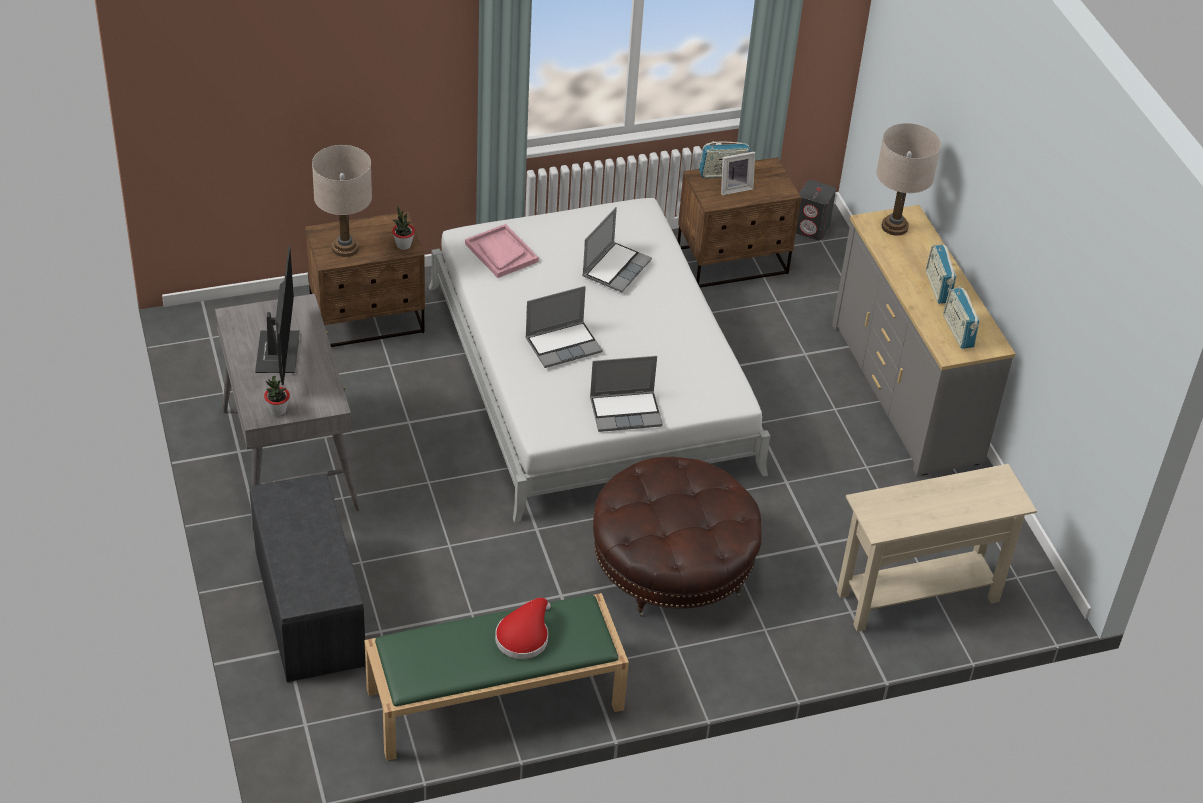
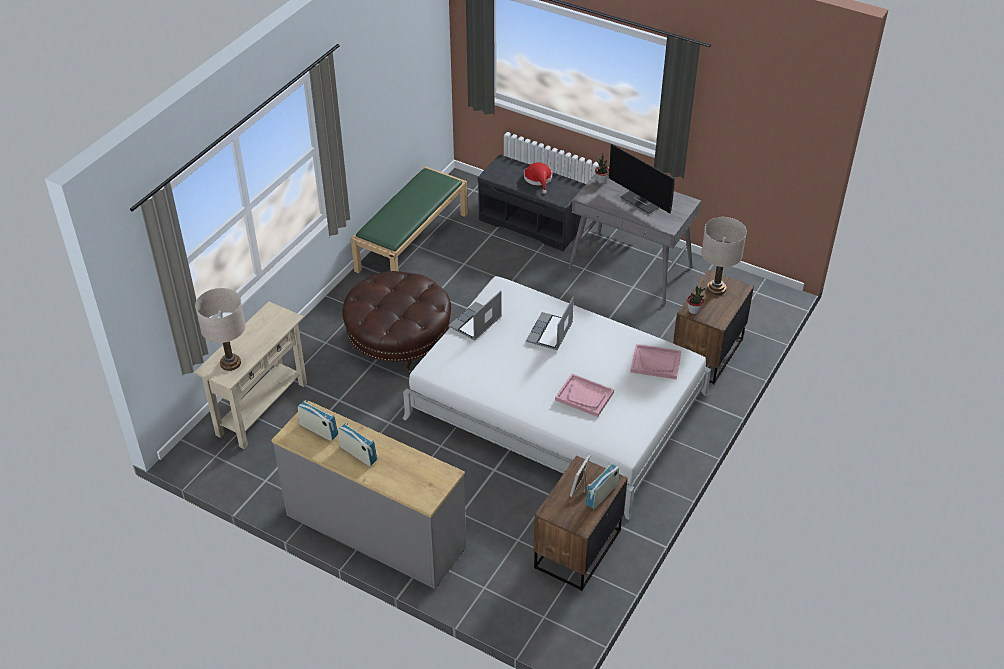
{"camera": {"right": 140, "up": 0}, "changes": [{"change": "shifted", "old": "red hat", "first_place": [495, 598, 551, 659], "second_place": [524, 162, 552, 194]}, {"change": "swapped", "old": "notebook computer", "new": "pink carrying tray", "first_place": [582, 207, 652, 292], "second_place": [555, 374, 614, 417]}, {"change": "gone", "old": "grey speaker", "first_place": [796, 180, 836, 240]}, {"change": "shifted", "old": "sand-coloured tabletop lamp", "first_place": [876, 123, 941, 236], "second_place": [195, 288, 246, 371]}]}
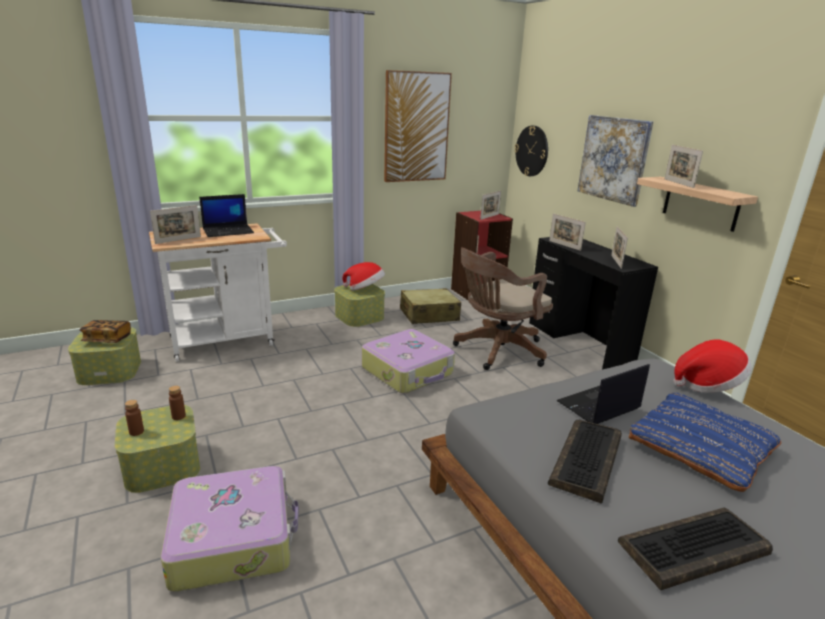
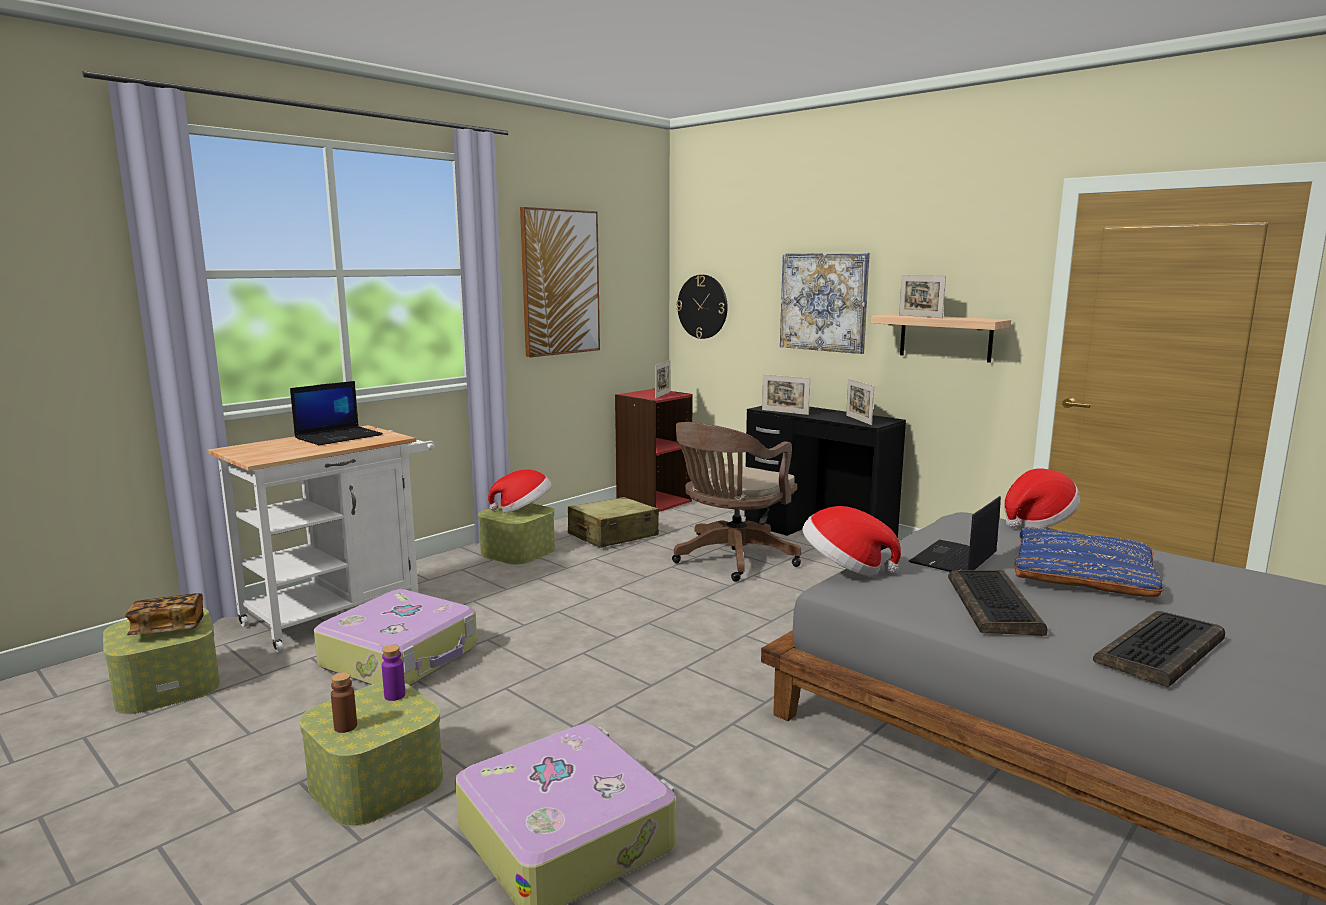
{"camera": {"right": -20, "up": -10}, "changes": [{"change": "gone", "old": "picture frame", "first_place": [150, 205, 201, 244]}, {"change": "repainted", "old": "brown-coloured bottle", "new": "purple-coloured bottle", "first_place": [169, 386, 186, 420], "second_place": [382, 645, 405, 701]}, {"change": "shifted", "old": "piece of luggage", "first_place": [362, 329, 455, 393], "second_place": [314, 589, 477, 686]}, {"change": "new", "new": "hat", "second_place": [802, 506, 901, 576]}]}
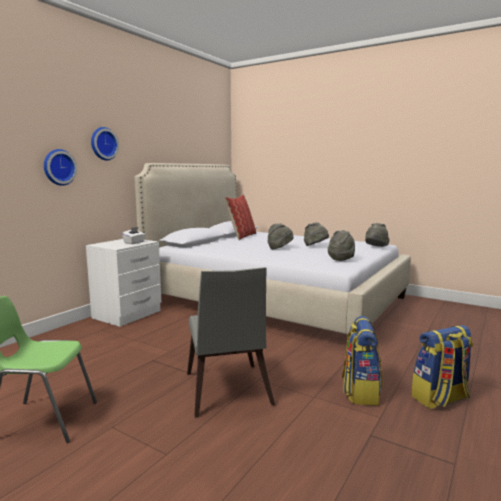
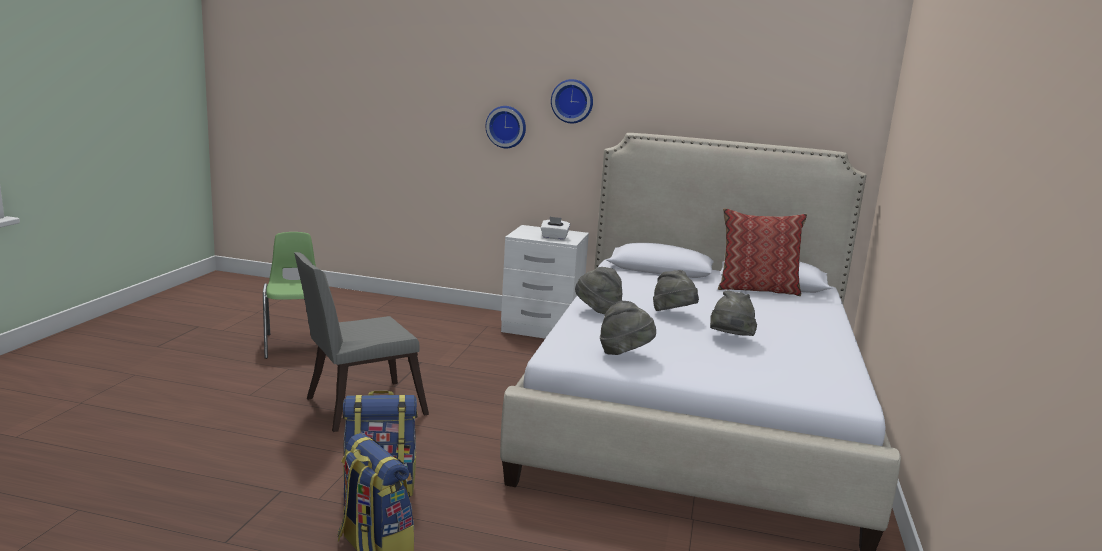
{"camera": {"right": 70, "up": 5}, "changes": [{"change": "shifted", "old": "grey hat", "first_place": [365, 223, 389, 247], "second_place": [575, 267, 622, 314]}]}
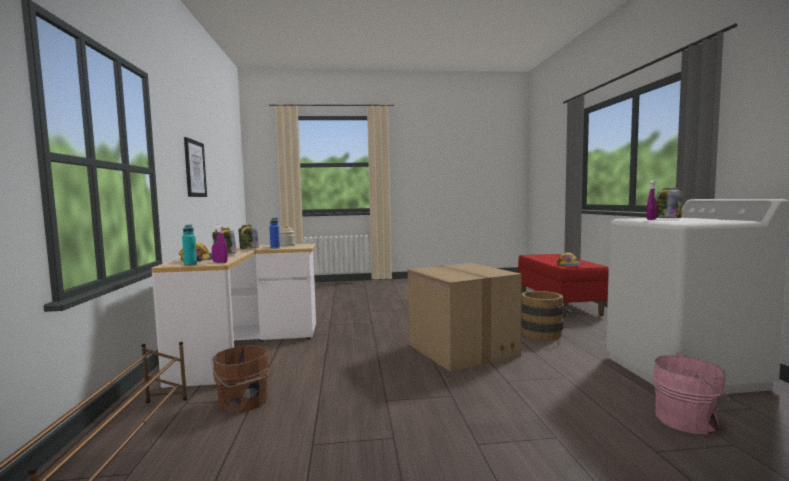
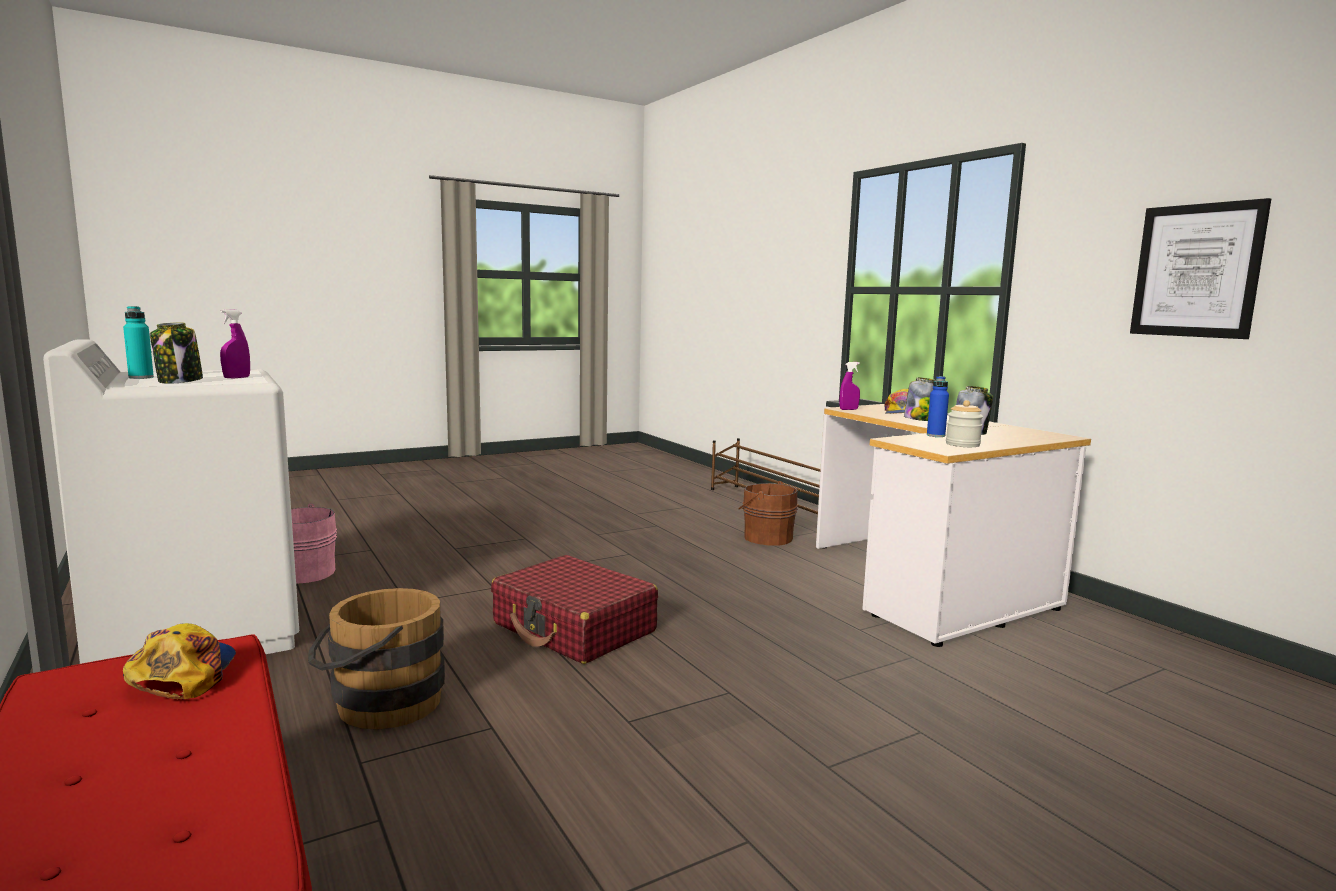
{"camera": {"right": 155, "up": 5}, "changes": [{"change": "shifted", "old": "turquoise-coloured bottle", "first_place": [182, 225, 197, 266], "second_place": [123, 306, 154, 379]}, {"change": "swapped", "old": "packing box", "new": "red piece of luggage", "first_place": [408, 263, 522, 372], "second_place": [491, 555, 658, 664]}]}
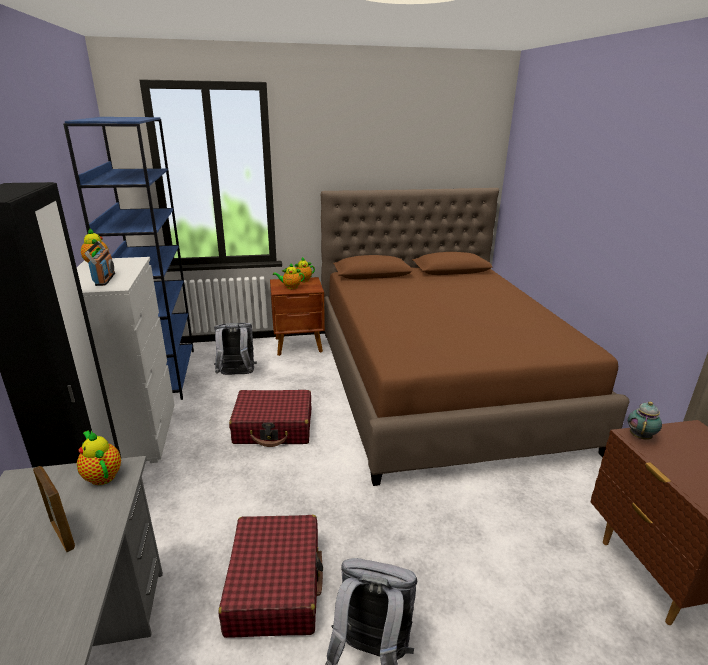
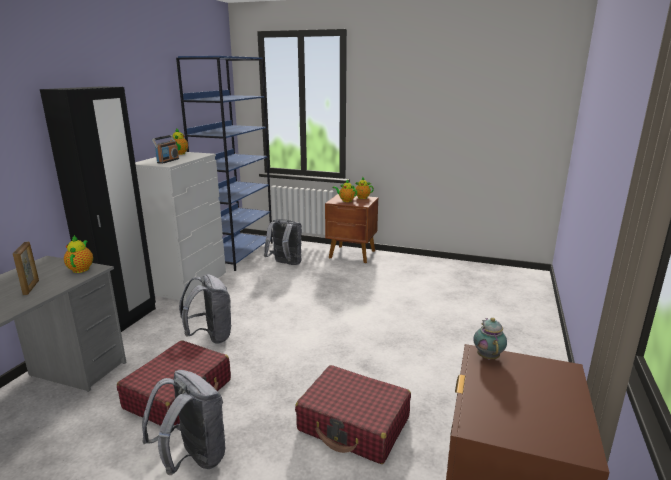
{"camera": {"right": 30, "up": -5}, "changes": [{"change": "shifted", "old": "red piece of luggage", "first_place": [229, 390, 311, 447], "second_place": [295, 365, 411, 464]}, {"change": "gone", "old": "brown-coloured bedroom bed", "first_place": [321, 188, 630, 486]}, {"change": "rotated", "old": "teapot", "first_place": [628, 402, 662, 440], "second_place": [473, 318, 507, 360], "degrees": -60}, {"change": "new", "new": "grey knapsack", "second_place": [179, 274, 231, 344]}]}
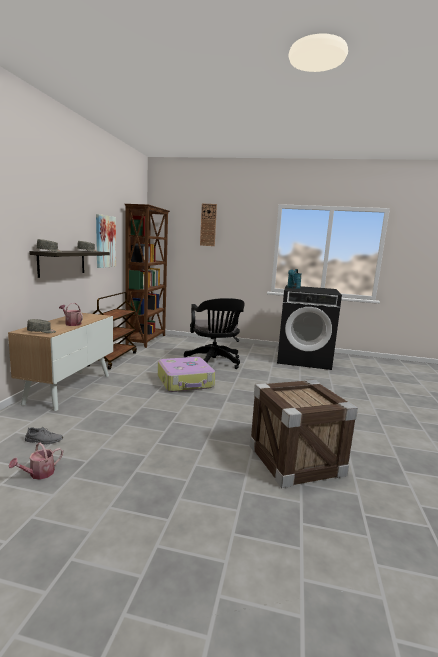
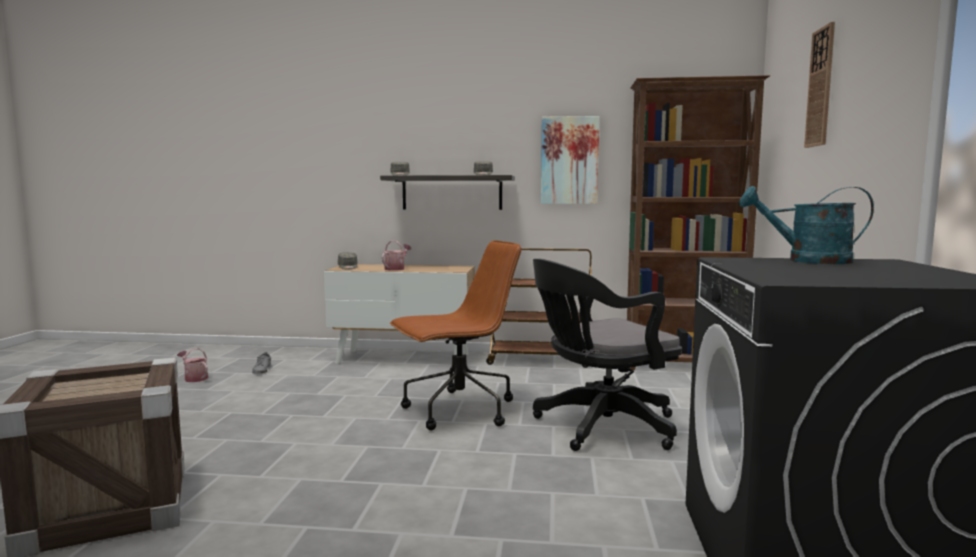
{"camera": {"right": 85, "up": -5}, "changes": [{"change": "swapped", "old": "piece of luggage", "new": "brown-coloured desk chair", "first_place": [158, 357, 215, 392], "second_place": [390, 240, 521, 430]}]}
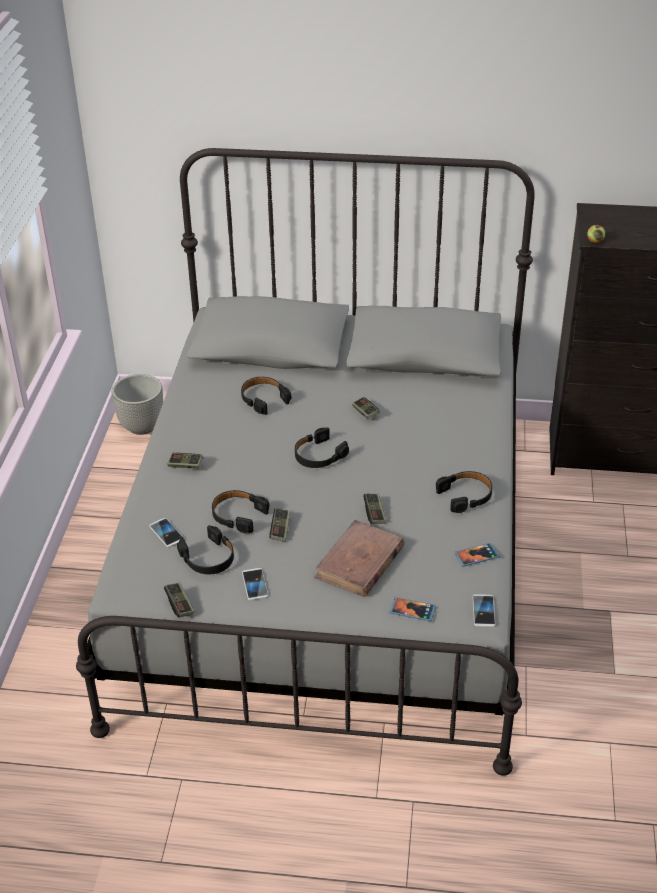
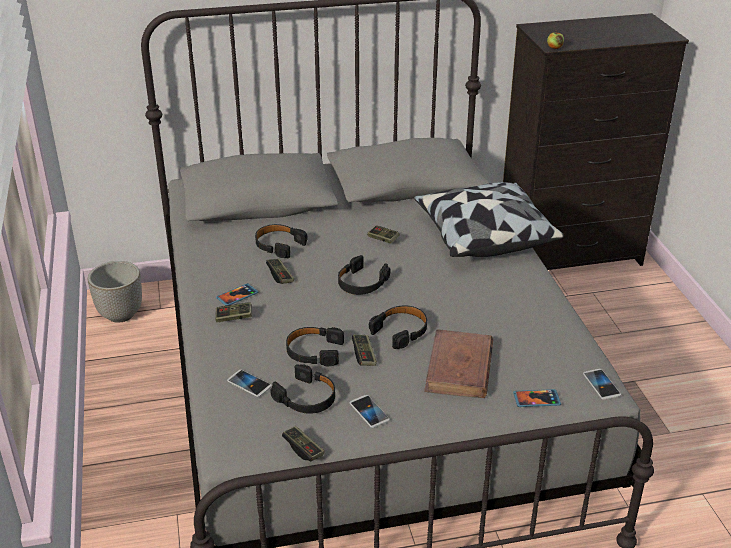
{"camera": {"right": -20, "up": -5}, "changes": [{"change": "shifted", "old": "gamepad", "first_place": [363, 493, 386, 524], "second_place": [266, 258, 294, 284]}, {"change": "shifted", "old": "black-coloured headphones", "first_place": [436, 471, 492, 513], "second_place": [369, 306, 427, 349]}, {"change": "shifted", "old": "telephone", "first_place": [454, 543, 500, 567], "second_place": [216, 283, 258, 306]}, {"change": "new", "new": "throw pillow", "second_place": [414, 182, 564, 257]}]}
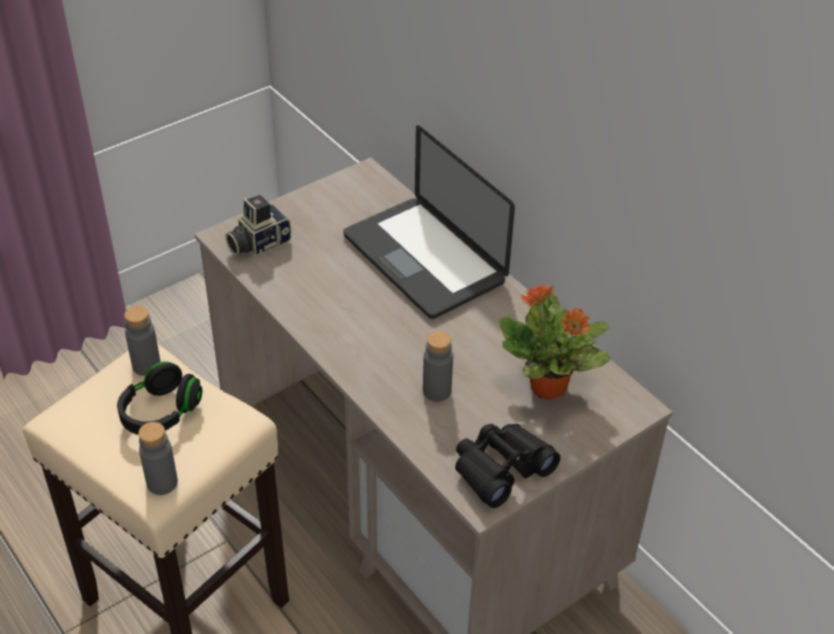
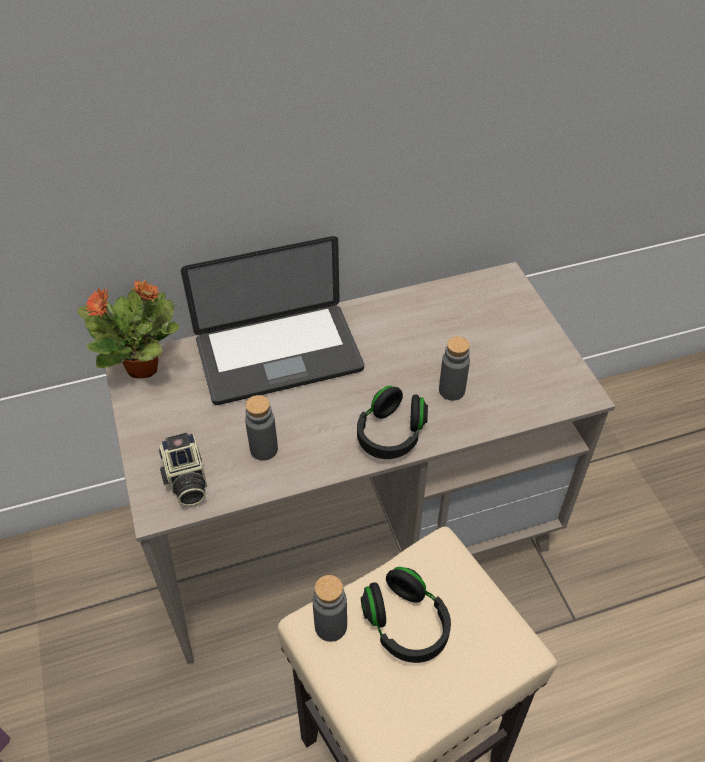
{"camera": {"right": -70, "up": 5}, "changes": [{"change": "shifted", "old": "grey bottle", "first_place": [139, 422, 178, 495], "second_place": [245, 395, 278, 461]}, {"change": "gone", "old": "black-coloured field glasses", "first_place": [455, 424, 560, 508]}, {"change": "shifted", "old": "houseplant", "first_place": [498, 285, 610, 400], "second_place": [77, 280, 180, 378]}, {"change": "new", "new": "black-coloured headphones", "second_place": [357, 386, 428, 459]}]}
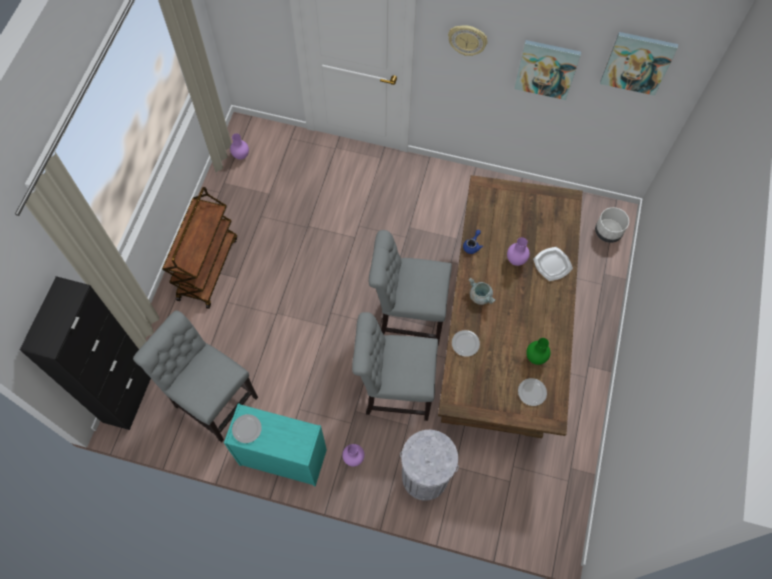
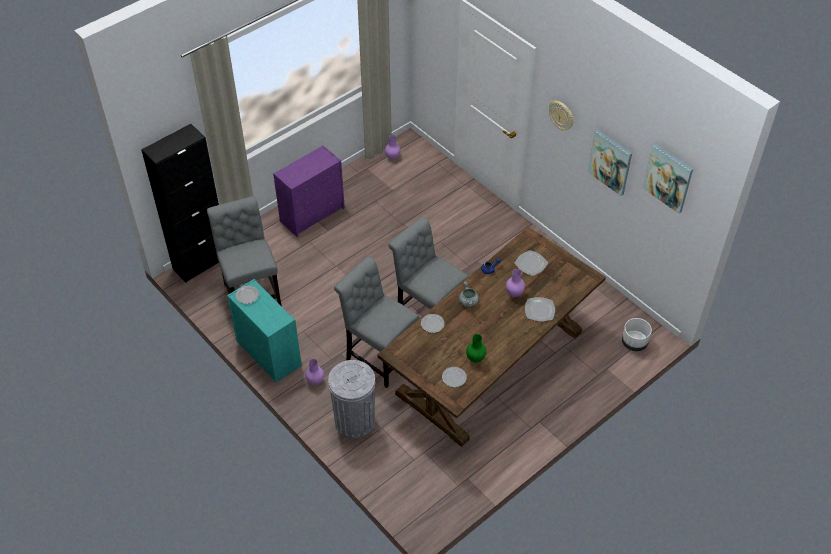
{"camera": {"right": 35, "up": -15}, "changes": [{"change": "swapped", "old": "brown-coloured wheeled cart", "new": "purple-coloured dresser", "first_place": [162, 187, 237, 309], "second_place": [273, 145, 345, 237]}, {"change": "new", "new": "flat dish", "second_place": [515, 250, 548, 276]}]}
